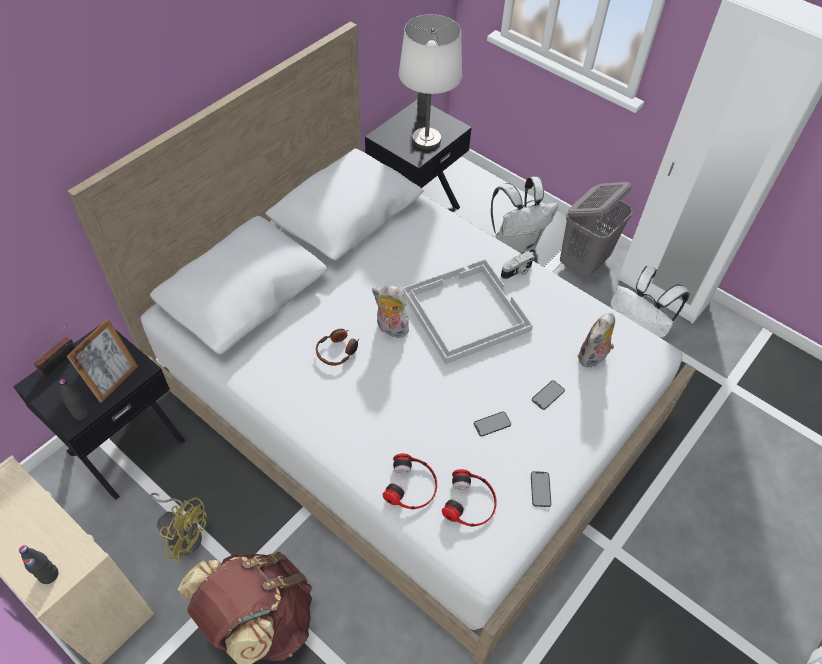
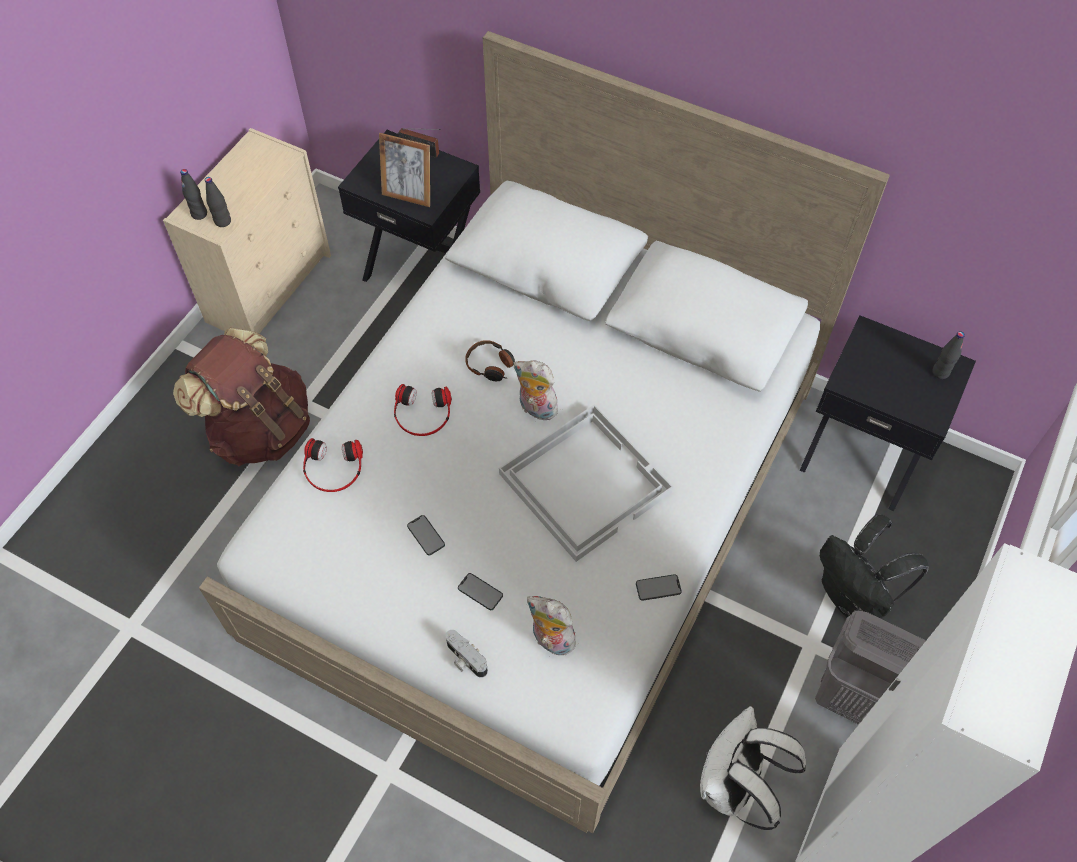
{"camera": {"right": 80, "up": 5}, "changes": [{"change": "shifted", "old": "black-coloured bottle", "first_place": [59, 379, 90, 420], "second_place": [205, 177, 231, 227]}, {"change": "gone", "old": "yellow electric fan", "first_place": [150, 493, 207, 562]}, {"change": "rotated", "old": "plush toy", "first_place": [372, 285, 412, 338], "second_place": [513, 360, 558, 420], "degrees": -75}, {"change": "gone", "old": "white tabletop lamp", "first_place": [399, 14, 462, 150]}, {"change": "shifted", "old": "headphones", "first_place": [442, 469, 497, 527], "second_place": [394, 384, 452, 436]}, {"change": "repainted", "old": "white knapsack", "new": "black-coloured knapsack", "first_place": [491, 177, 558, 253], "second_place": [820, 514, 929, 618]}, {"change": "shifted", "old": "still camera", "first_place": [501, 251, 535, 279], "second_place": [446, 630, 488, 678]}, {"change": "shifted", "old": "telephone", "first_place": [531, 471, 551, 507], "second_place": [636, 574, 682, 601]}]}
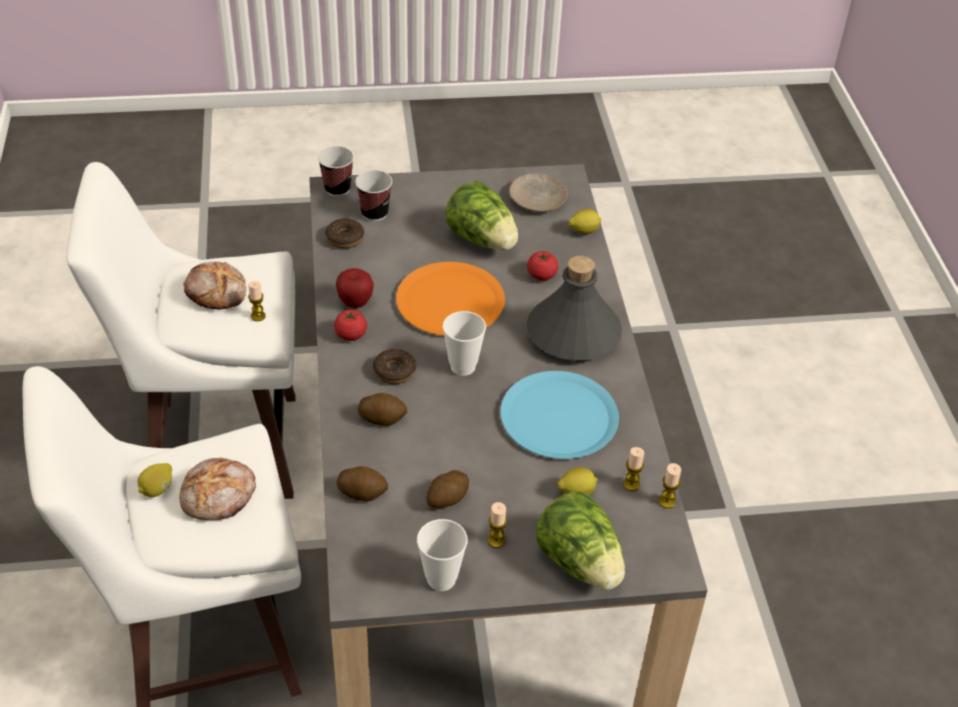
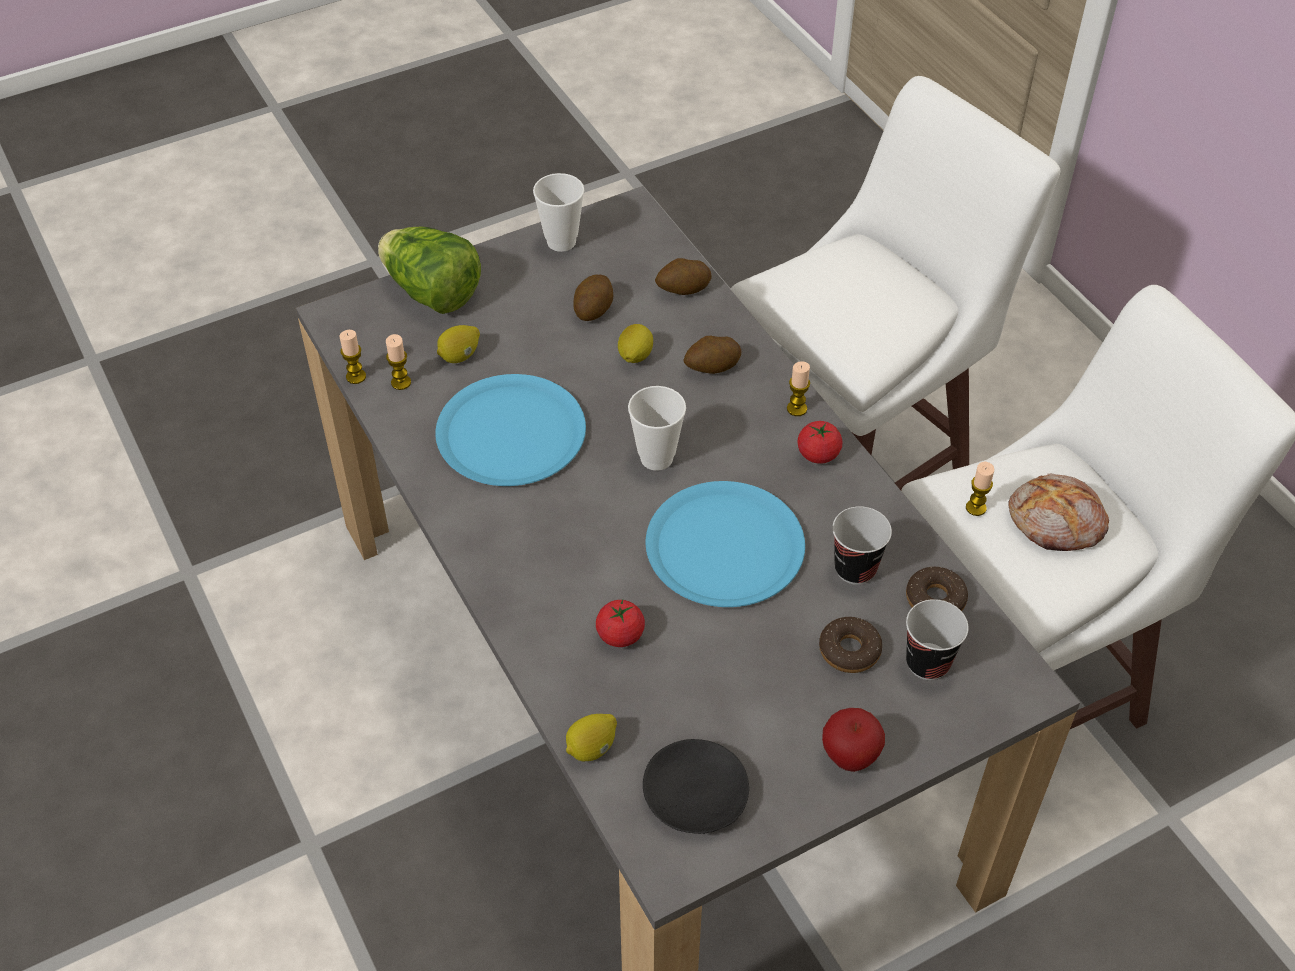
{"camera": {"right": 160, "up": 5}, "changes": [{"change": "shifted", "old": "citrus fruit", "first_place": [137, 463, 172, 497], "second_place": [618, 324, 653, 363]}, {"change": "gone", "old": "bread", "first_place": [179, 458, 256, 520]}, {"change": "shifted", "old": "small cup", "first_place": [318, 146, 354, 197], "second_place": [832, 506, 892, 585]}, {"change": "shifted", "old": "whole apple", "first_place": [336, 268, 374, 308], "second_place": [822, 708, 885, 772]}, {"change": "shifted", "old": "donut", "first_place": [373, 349, 416, 384], "second_place": [819, 617, 882, 673]}, {"change": "repainted", "old": "orange-coloured flat dish", "new": "bluish flat dish", "first_place": [396, 262, 505, 336], "second_place": [646, 481, 805, 607]}, {"change": "gone", "old": "head of lettuce", "first_place": [446, 181, 518, 250]}, {"change": "shifted", "old": "candle", "first_place": [488, 502, 507, 548], "second_place": [787, 361, 810, 416]}, {"change": "repainted", "old": "sand-coloured flat dish", "new": "black-coloured flat dish", "first_place": [509, 173, 568, 212], "second_place": [643, 739, 749, 834]}, {"change": "gone", "old": "grey bottle", "first_place": [527, 256, 622, 361]}]}
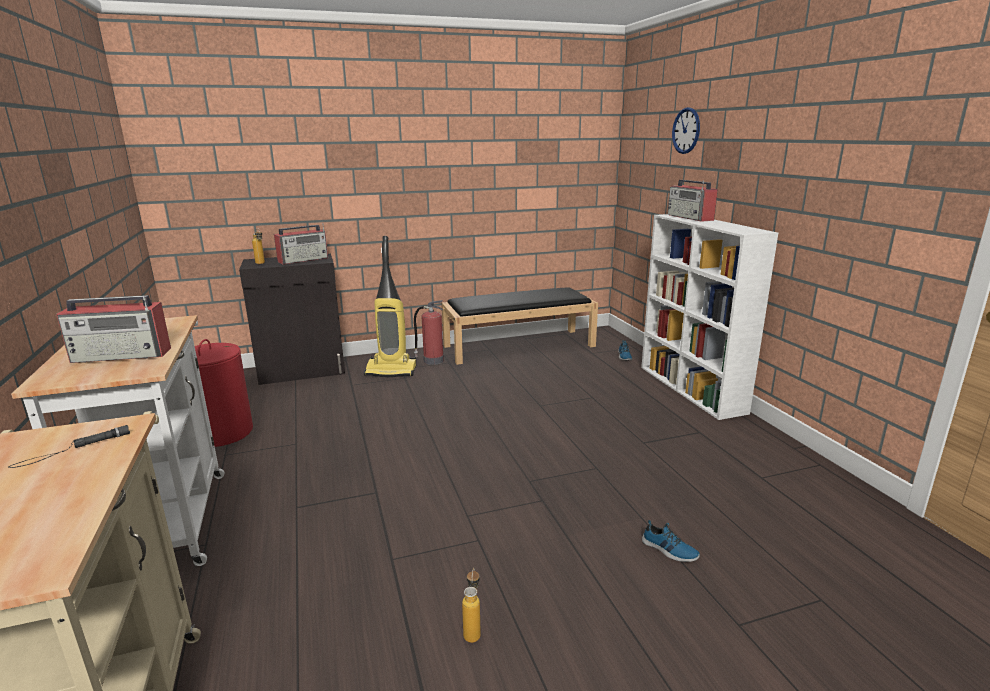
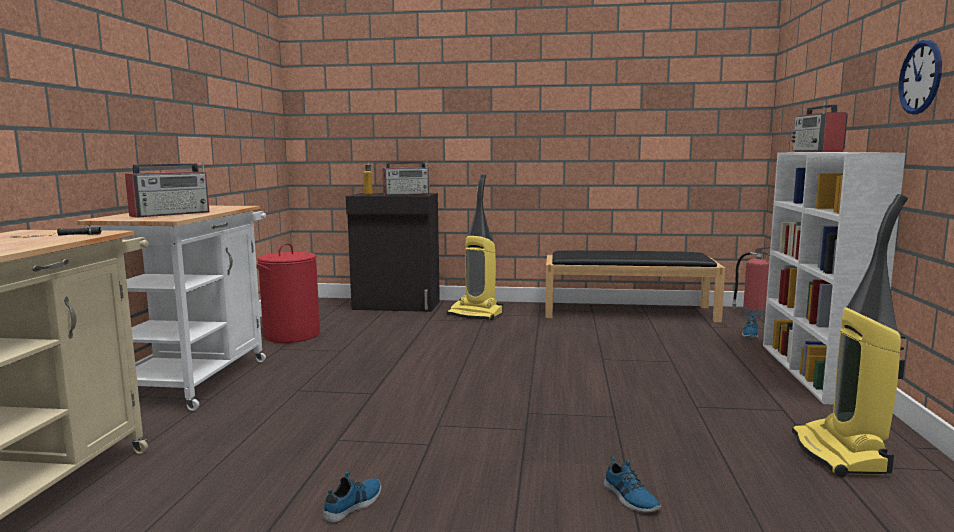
{"camera": {"right": 25, "up": -10}, "changes": [{"change": "rotated", "old": "radio receiver", "first_place": [56, 295, 171, 363], "second_place": [125, 160, 210, 218], "degrees": -60}, {"change": "shifted", "old": "fire-fighting cylinder", "first_place": [414, 300, 444, 365], "second_place": [732, 247, 770, 317]}, {"change": "swapped", "old": "bottle", "new": "shoe", "first_place": [462, 568, 481, 643], "second_place": [323, 472, 381, 523]}, {"change": "shifted", "old": "clock on the wall", "first_place": [672, 107, 700, 154], "second_place": [898, 40, 942, 115]}, {"change": "new", "new": "hoover", "second_place": [792, 194, 908, 477]}]}
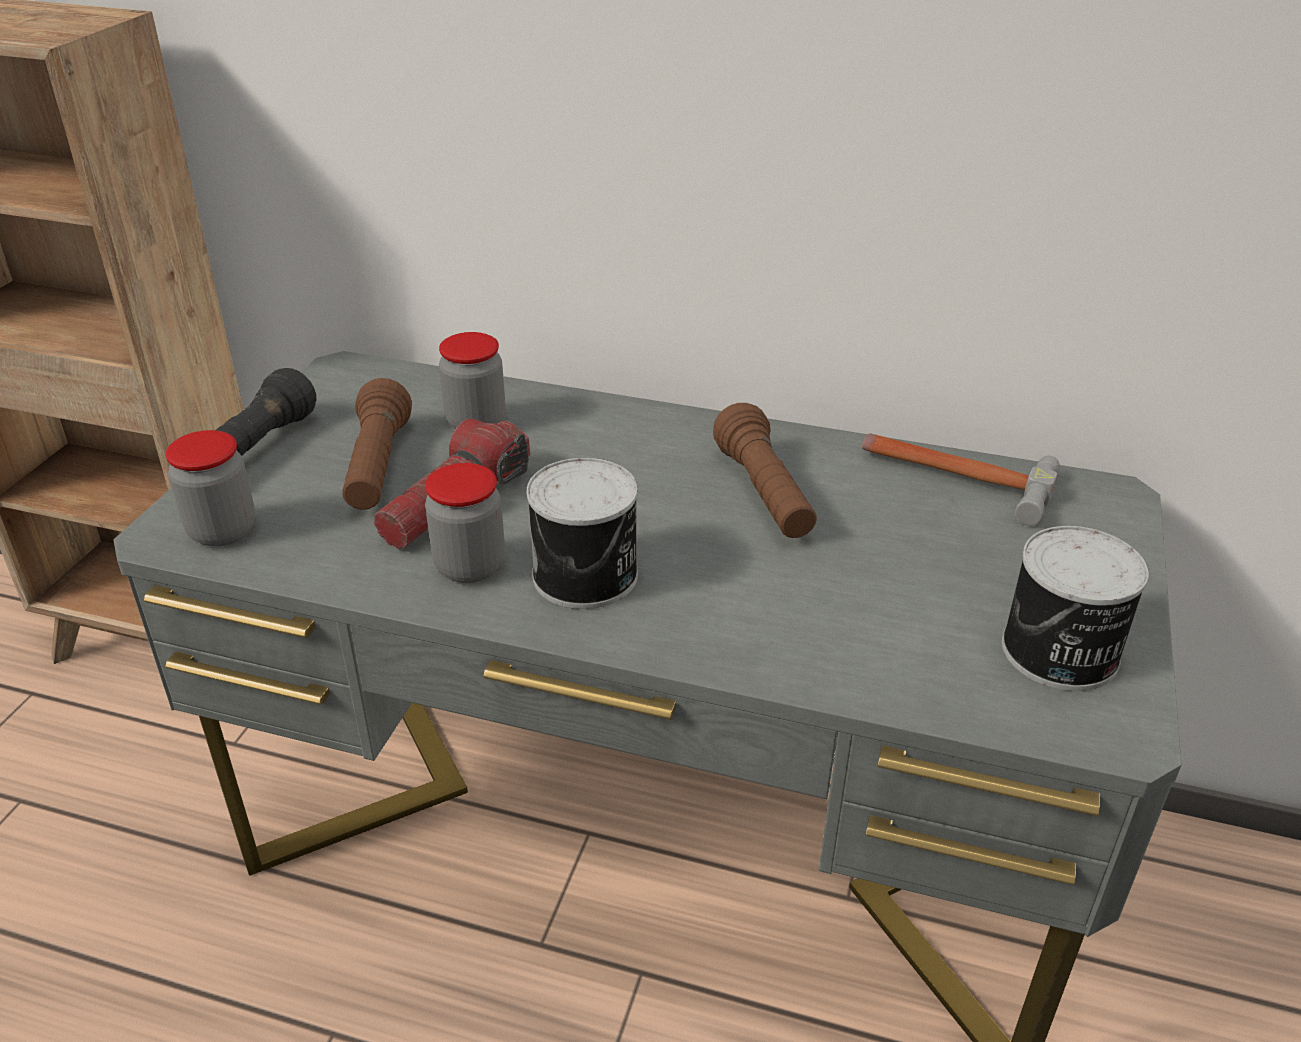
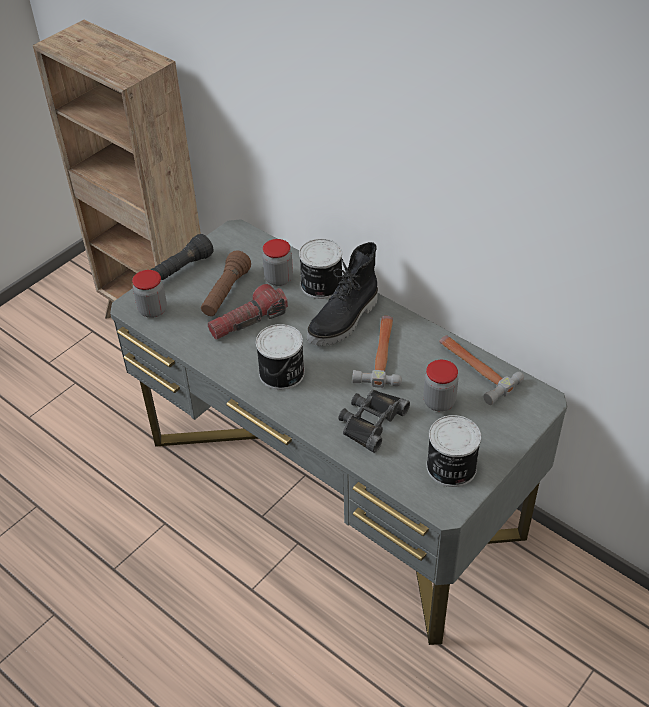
{"camera": {"right": 25, "up": 10}, "changes": [{"change": "shifted", "old": "preserve jar", "first_place": [425, 463, 505, 583], "second_place": [423, 360, 458, 412]}, {"change": "swapped", "old": "brown-coloured flashlight", "new": "hammer", "first_place": [713, 403, 817, 538], "second_place": [352, 316, 402, 388]}, {"change": "new", "new": "can", "second_place": [299, 239, 342, 299]}, {"change": "new", "new": "black-coloured high-top boot", "second_place": [307, 242, 378, 346]}, {"change": "new", "new": "black-coloured field glasses", "second_place": [339, 390, 410, 453]}]}
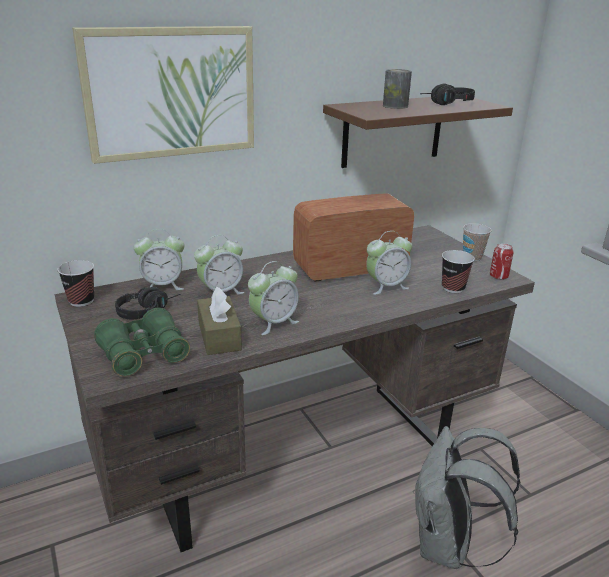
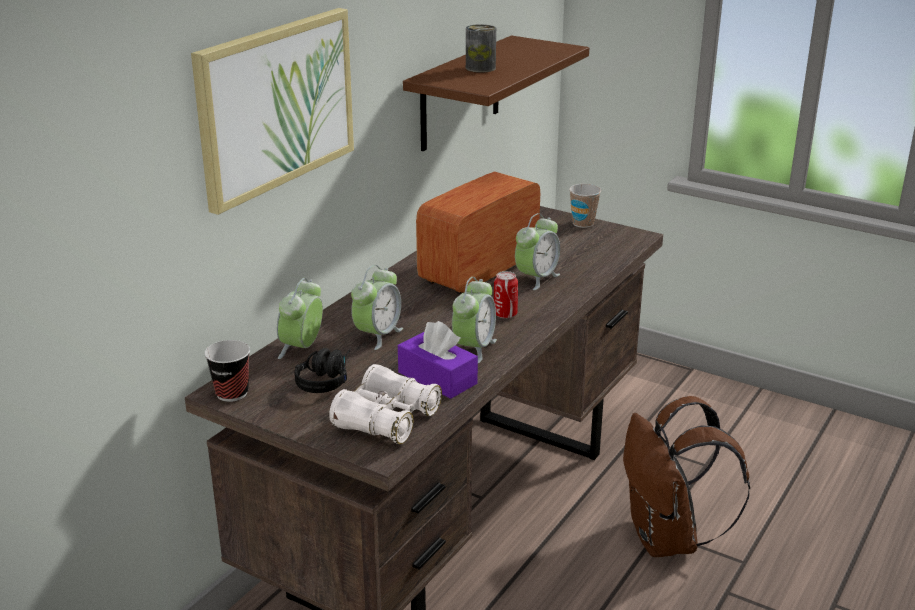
{"camera": {"right": -30, "up": 0}, "changes": [{"change": "repainted", "old": "green-coloured field glasses", "new": "white field glasses", "first_place": [94, 308, 190, 377], "second_place": [329, 364, 442, 444]}, {"change": "rotated", "old": "bedside clock", "first_place": [134, 229, 185, 290], "second_place": [277, 278, 323, 359], "degrees": 150}, {"change": "repainted", "old": "brown-coloured tissue holder", "new": "purple-coloured tissue holder", "first_place": [197, 287, 242, 355], "second_place": [398, 321, 478, 399]}, {"change": "repainted", "old": "grey knapsack", "new": "brown-coloured knapsack", "first_place": [413, 426, 521, 569], "second_place": [623, 396, 750, 557]}, {"change": "gone", "old": "black-coloured headphones", "first_place": [420, 83, 475, 105]}, {"change": "gone", "old": "small cup", "first_place": [442, 250, 475, 293]}, {"change": "shifted", "old": "can", "first_place": [490, 243, 514, 280], "second_place": [494, 271, 518, 319]}]}
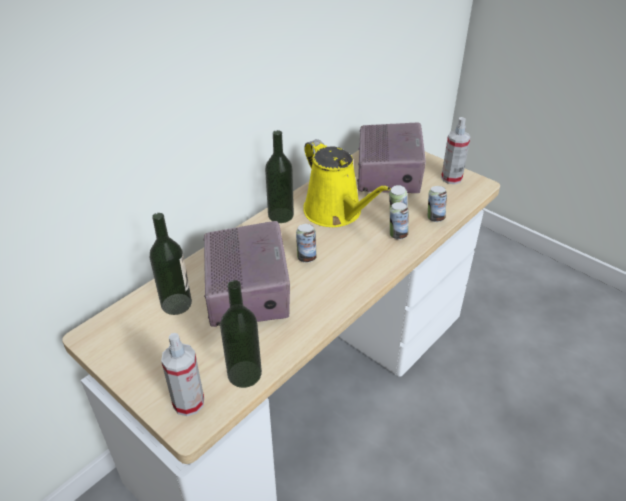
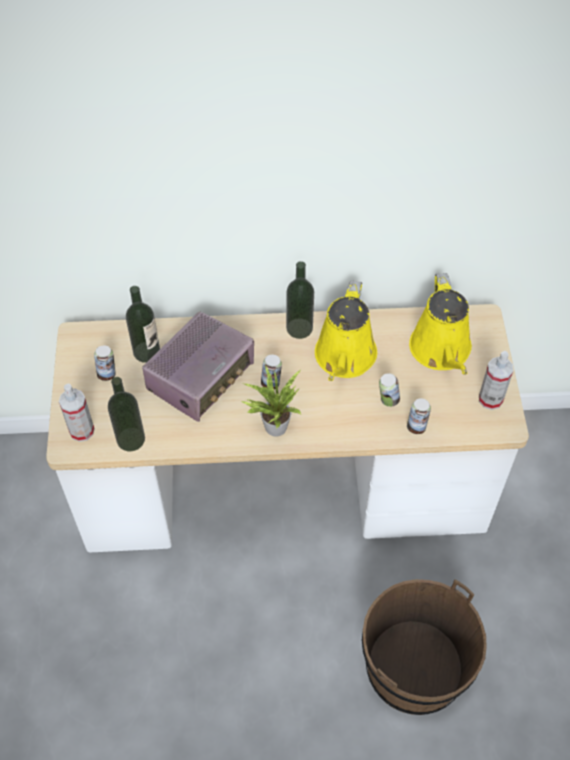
{"camera": {"right": 45, "up": 15}, "changes": [{"change": "swapped", "old": "radio receiver", "new": "yellow watering can", "first_place": [357, 123, 426, 193], "second_place": [409, 273, 472, 375]}, {"change": "shifted", "old": "can", "first_place": [390, 202, 409, 240], "second_place": [94, 345, 116, 381]}, {"change": "new", "new": "houseplant", "second_place": [241, 365, 301, 436]}, {"change": "new", "new": "brown-coloured water bucket", "second_place": [362, 579, 487, 715]}]}
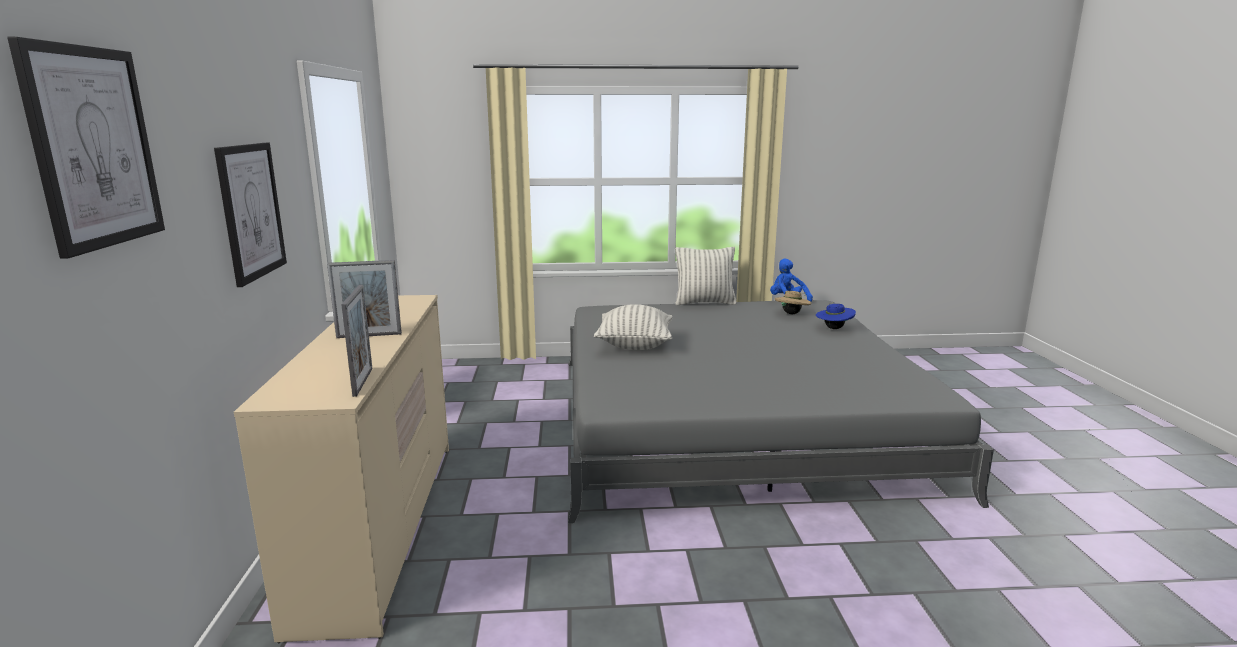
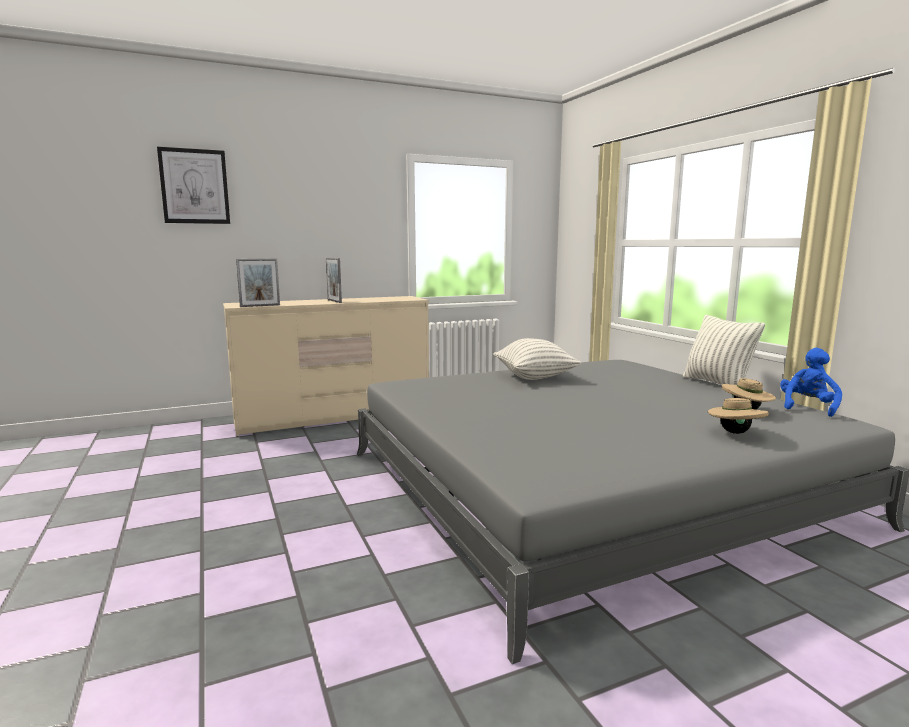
{"camera": {"right": 70, "up": -5}, "changes": [{"change": "gone", "old": "picture", "first_place": [214, 143, 287, 287]}, {"change": "repainted", "old": "bluish hat", "new": "sand-coloured hat", "first_place": [816, 301, 856, 329], "second_place": [708, 396, 769, 434]}]}
